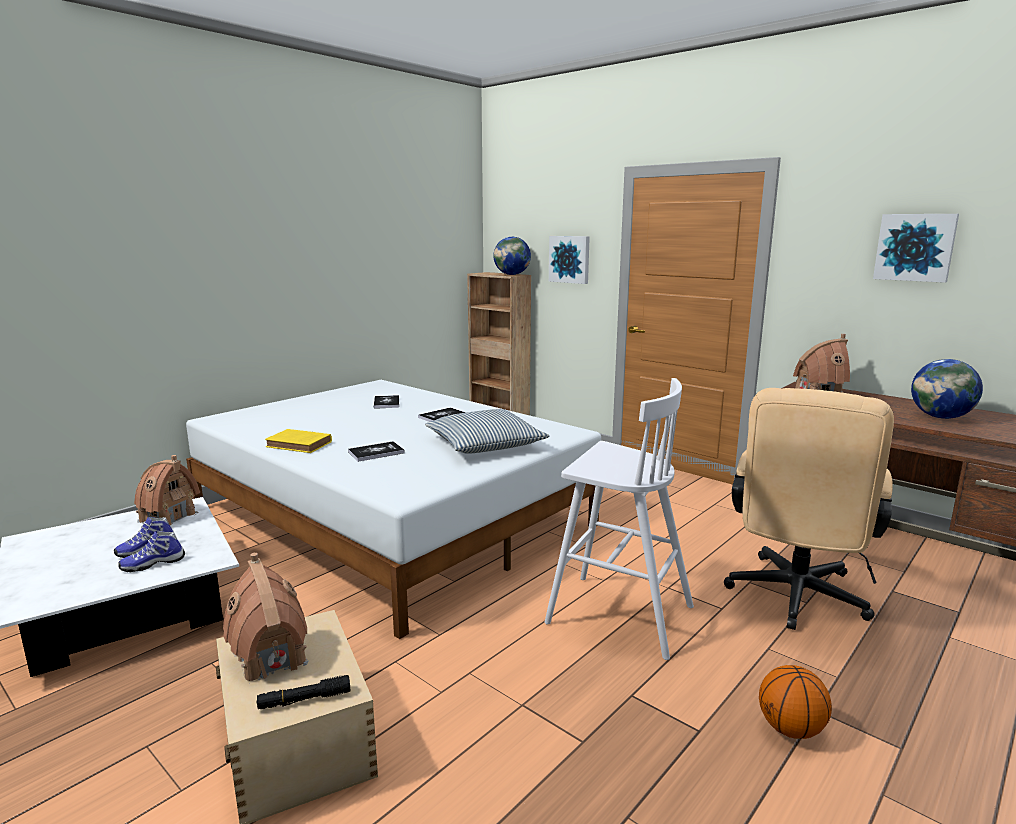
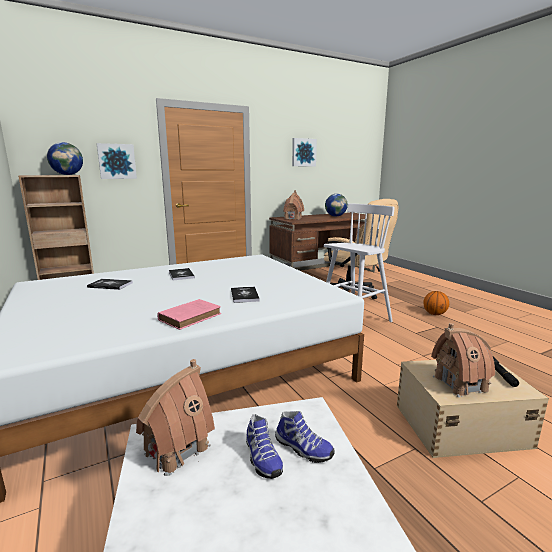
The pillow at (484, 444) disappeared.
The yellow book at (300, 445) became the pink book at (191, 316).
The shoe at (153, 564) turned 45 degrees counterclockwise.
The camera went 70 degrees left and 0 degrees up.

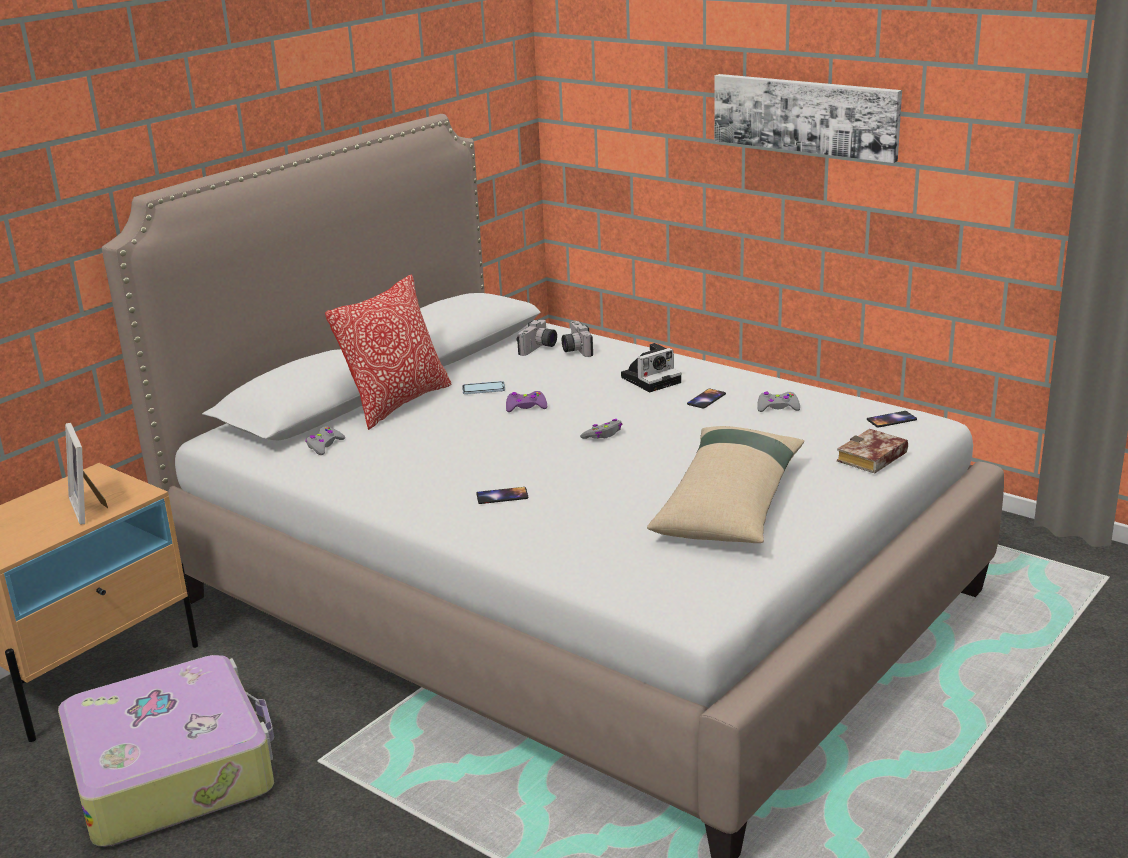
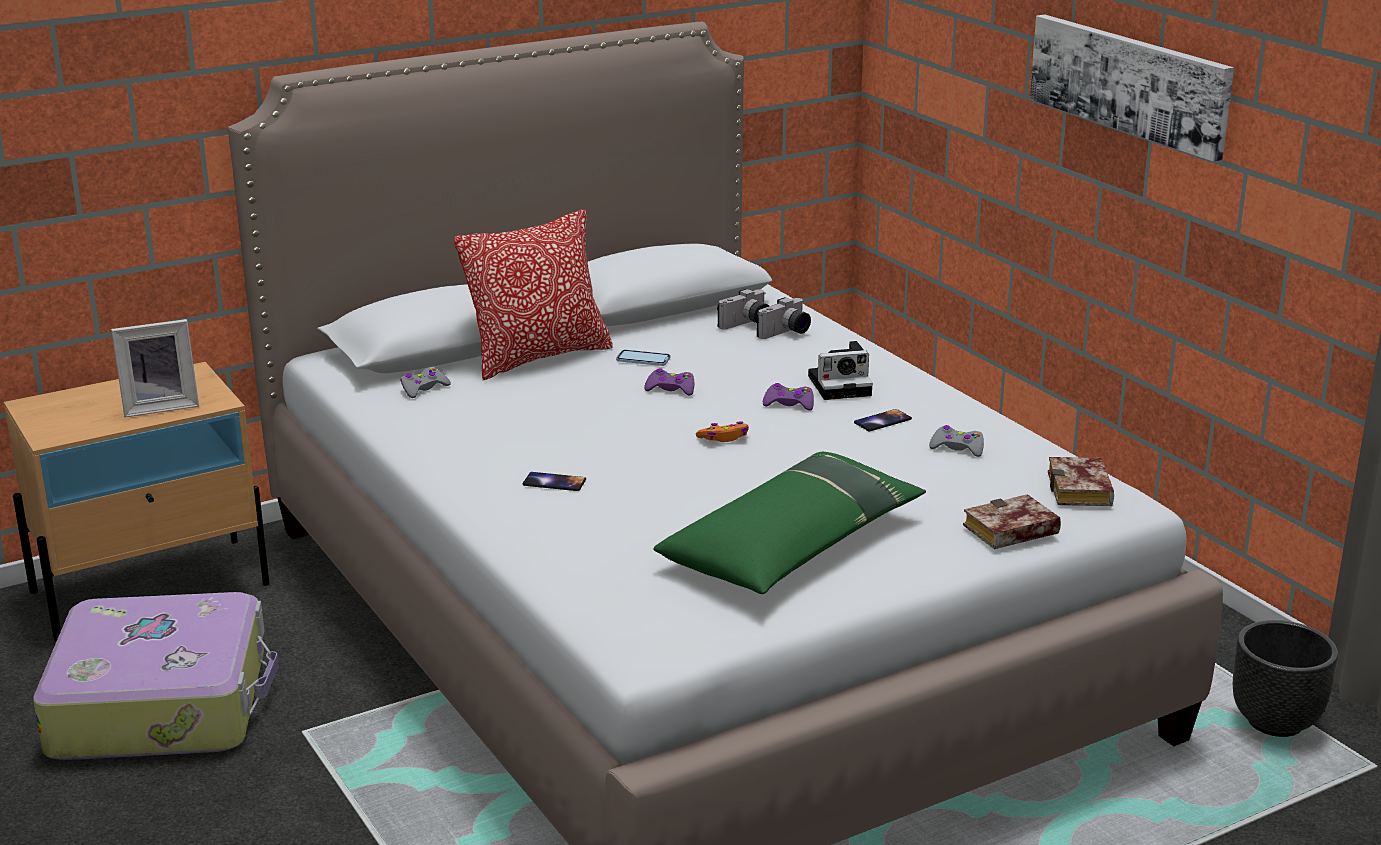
The photo camera at (575, 350) turned 135 degrees counterclockwise.
The phone at (891, 420) was replaced by the book at (1082, 491).
The grey game controller at (603, 435) became the orange game controller at (724, 438).
The picture frame at (90, 507) turned 105 degrees counterclockwise.
The beige pillow at (730, 503) became the green pillow at (794, 545).
The purple game controller at (789, 404) appeared.
The black planter at (1276, 723) appeared.
The camera went 20 degrees right and 0 degrees up.

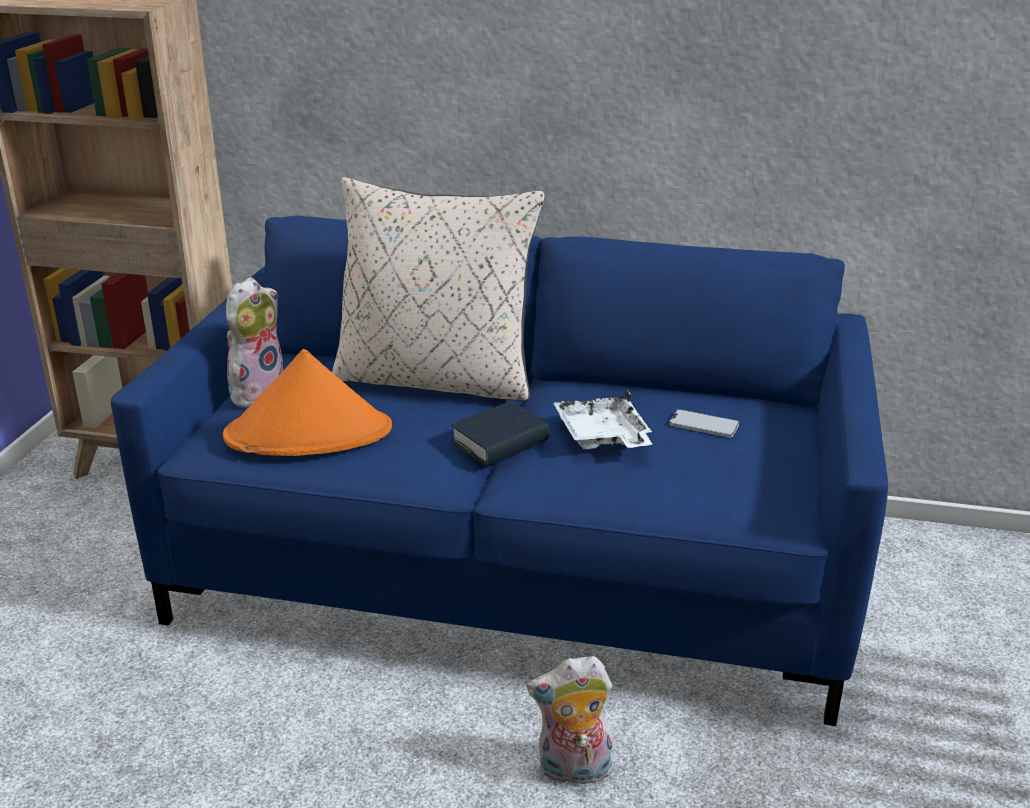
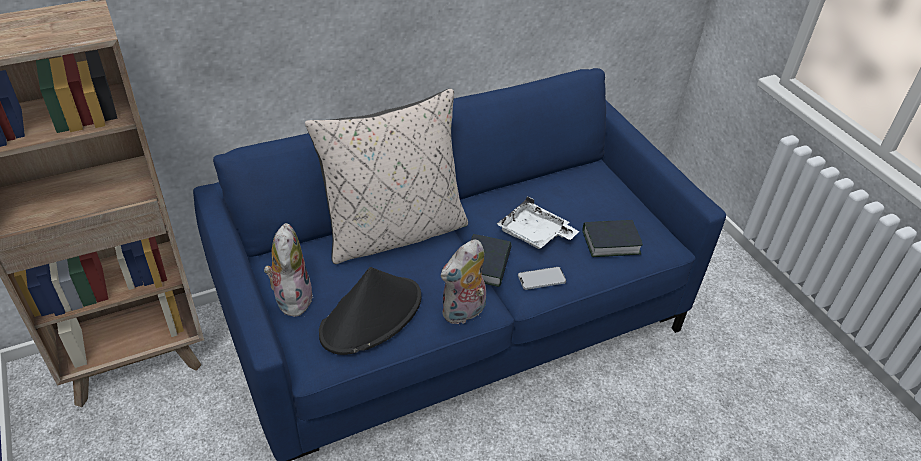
The orange hat at (309, 433) became the black hat at (372, 315).
The phone moved from (704, 425) to (541, 279).
The plush toy moved from (573, 771) to (464, 313).
The book at (610, 242) appeared.
The camera went 40 degrees left and 15 degrees up.

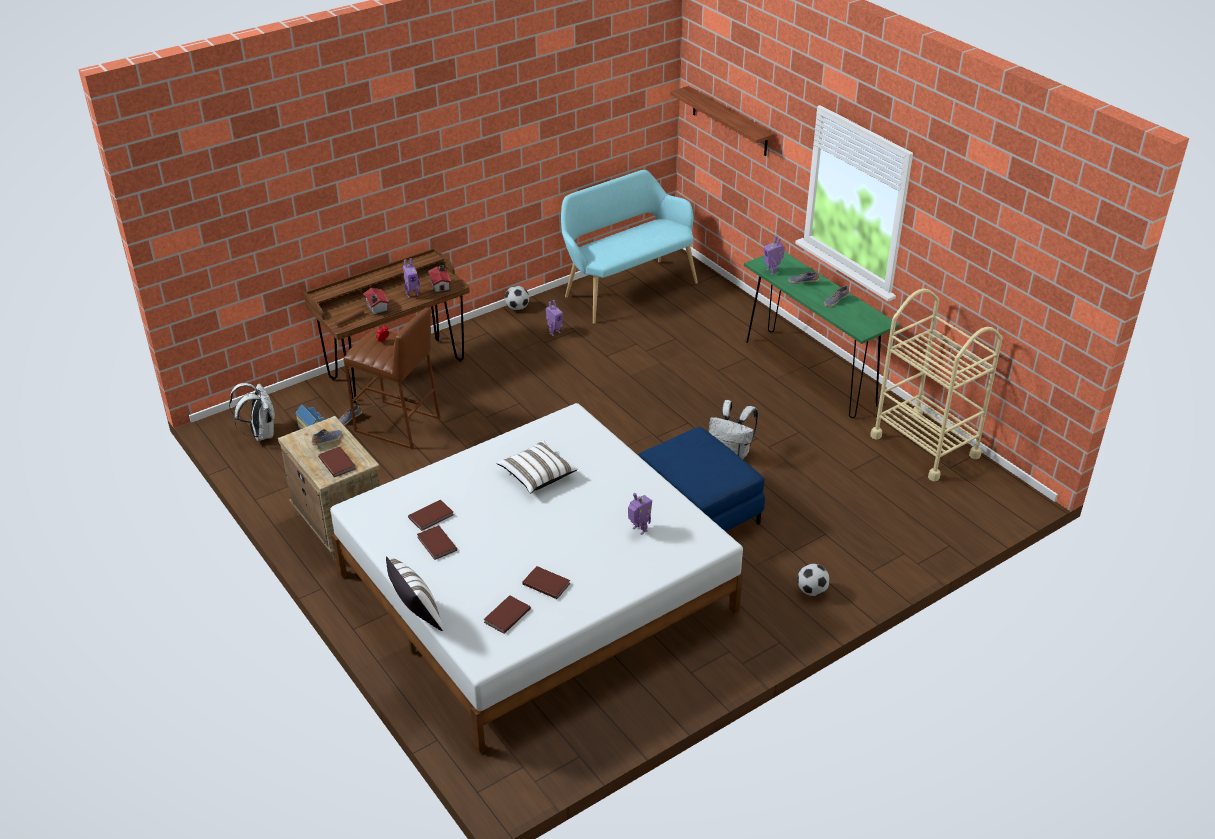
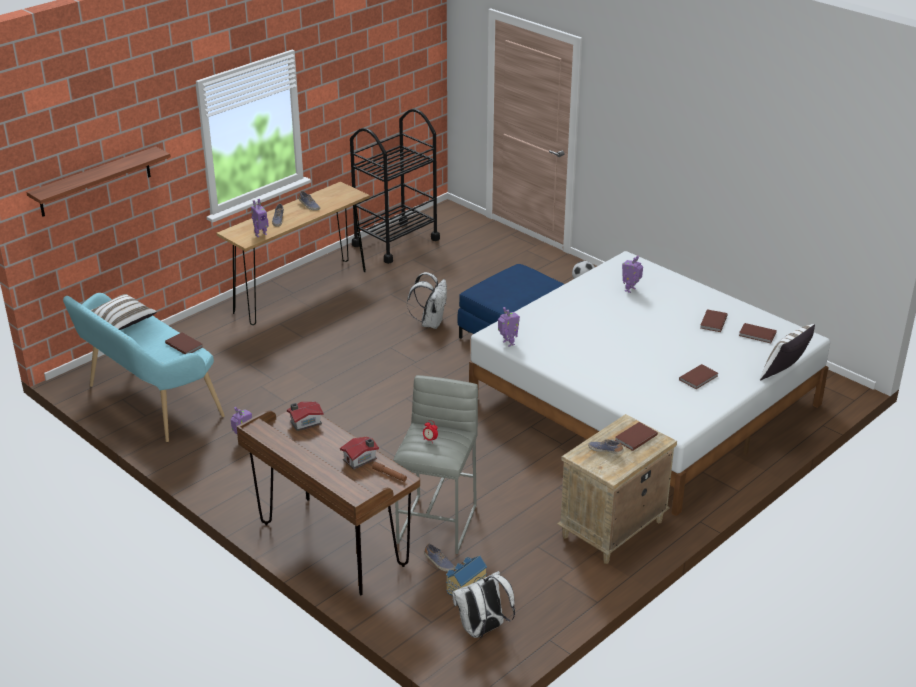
The green console table at (809, 373) became the brown console table at (300, 292).
The toy robot moved from (412, 294) to (508, 343).
The football at (517, 308) disappeared.
The beige cart at (925, 446) became the black cart at (395, 242).
The brown stool at (397, 425) became the grey stool at (438, 523).
The white pillow moved from (537, 475) to (122, 322).
The brown book moved from (432, 516) to (184, 345).
The camera went 100 degrees left and 5 degrees down.

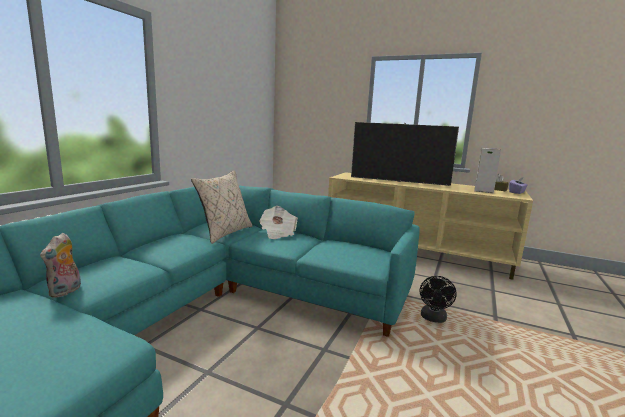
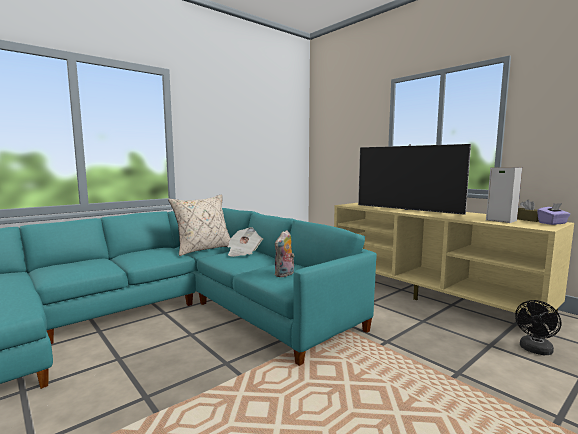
The plush toy moved from (66, 291) to (285, 274).
The black fan moved from (433, 319) to (535, 350).
The camera went 25 degrees right and 5 degrees down.

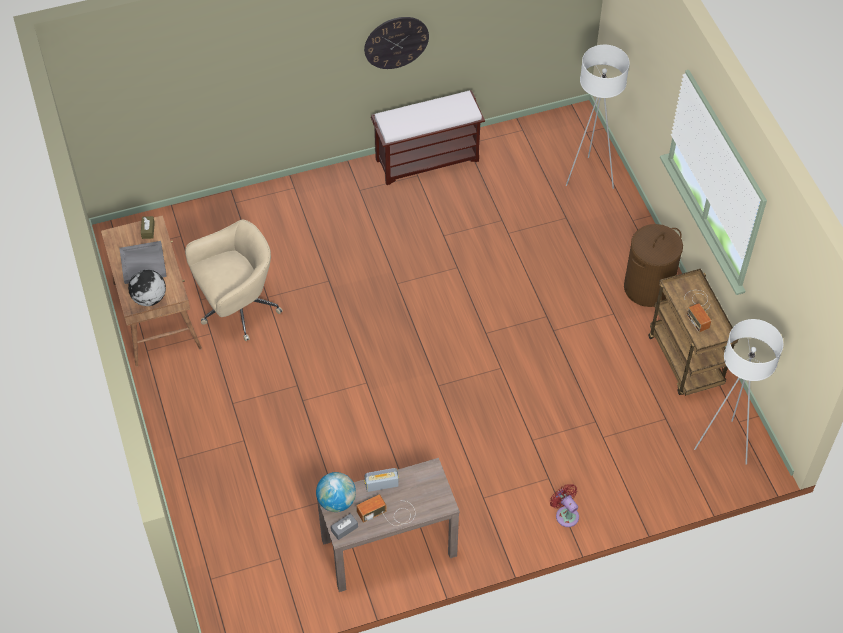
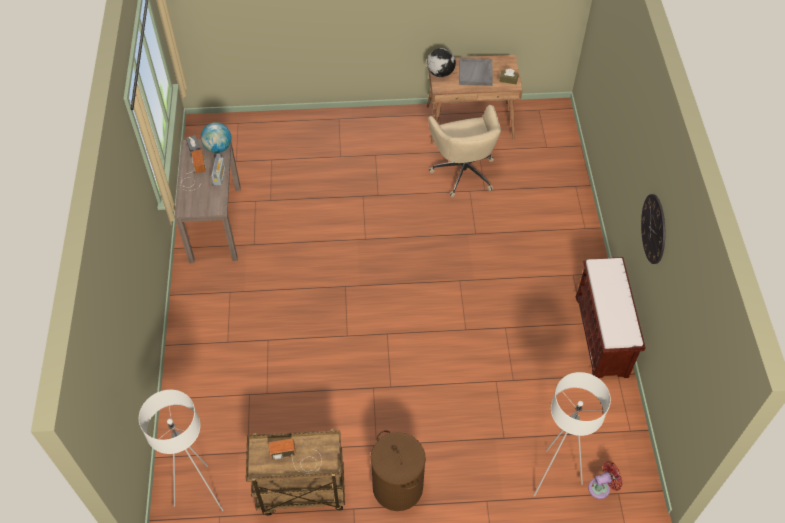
The red fan moved from (565, 514) to (601, 487).
The camera went 105 degrees right and 0 degrees up.

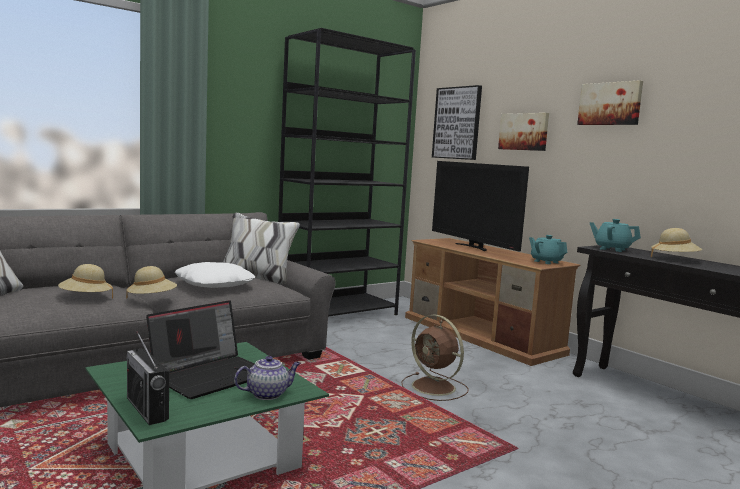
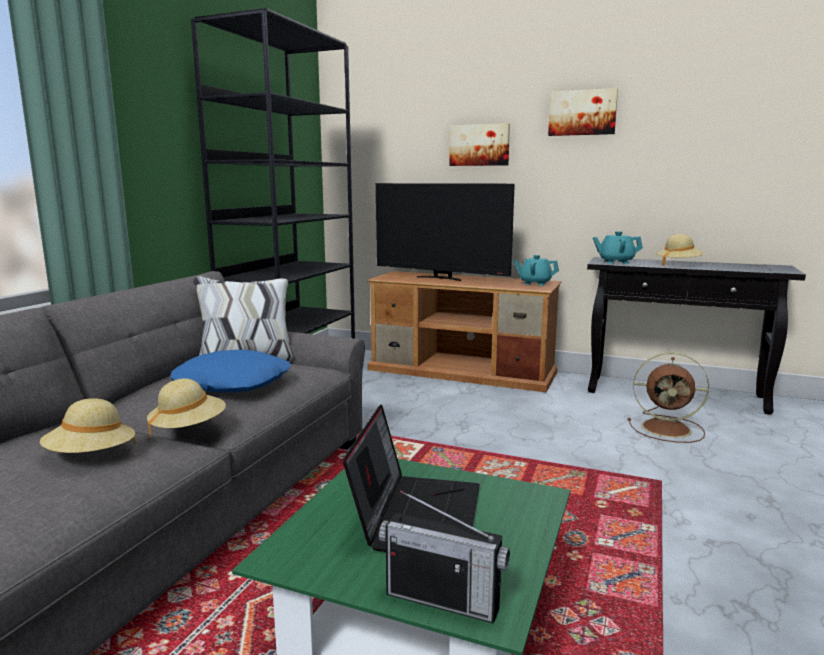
The picture at (457, 123) disappeared.
The white pillow at (215, 283) became the blue pillow at (233, 383).
The brown fan moved from (435, 387) to (668, 429).
The teapot at (268, 394) disappeared.
The camera went 30 degrees left and 5 degrees up.

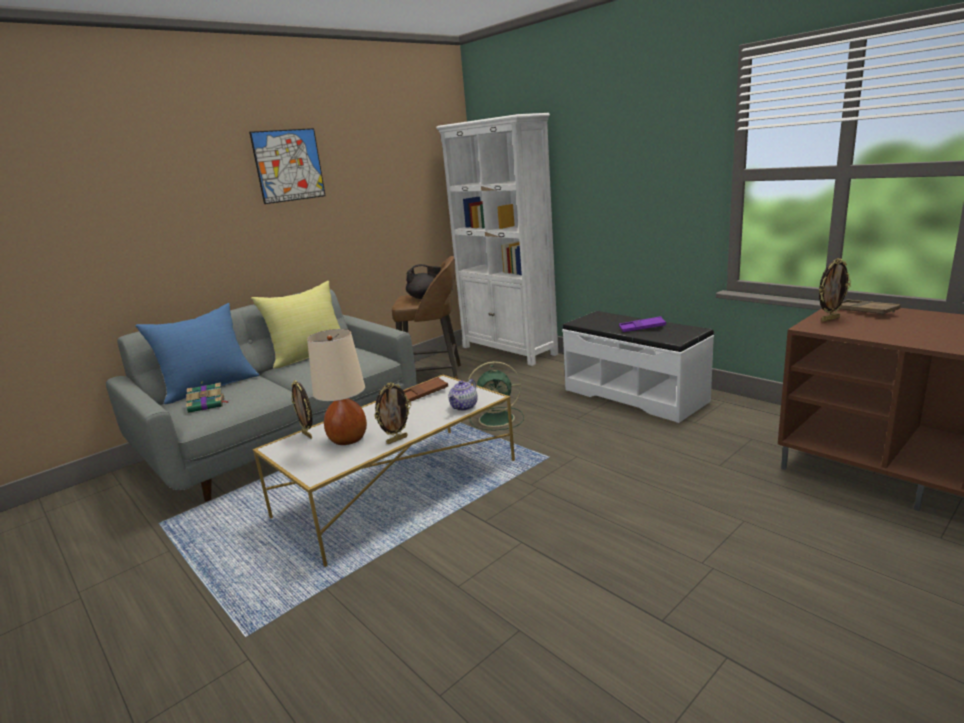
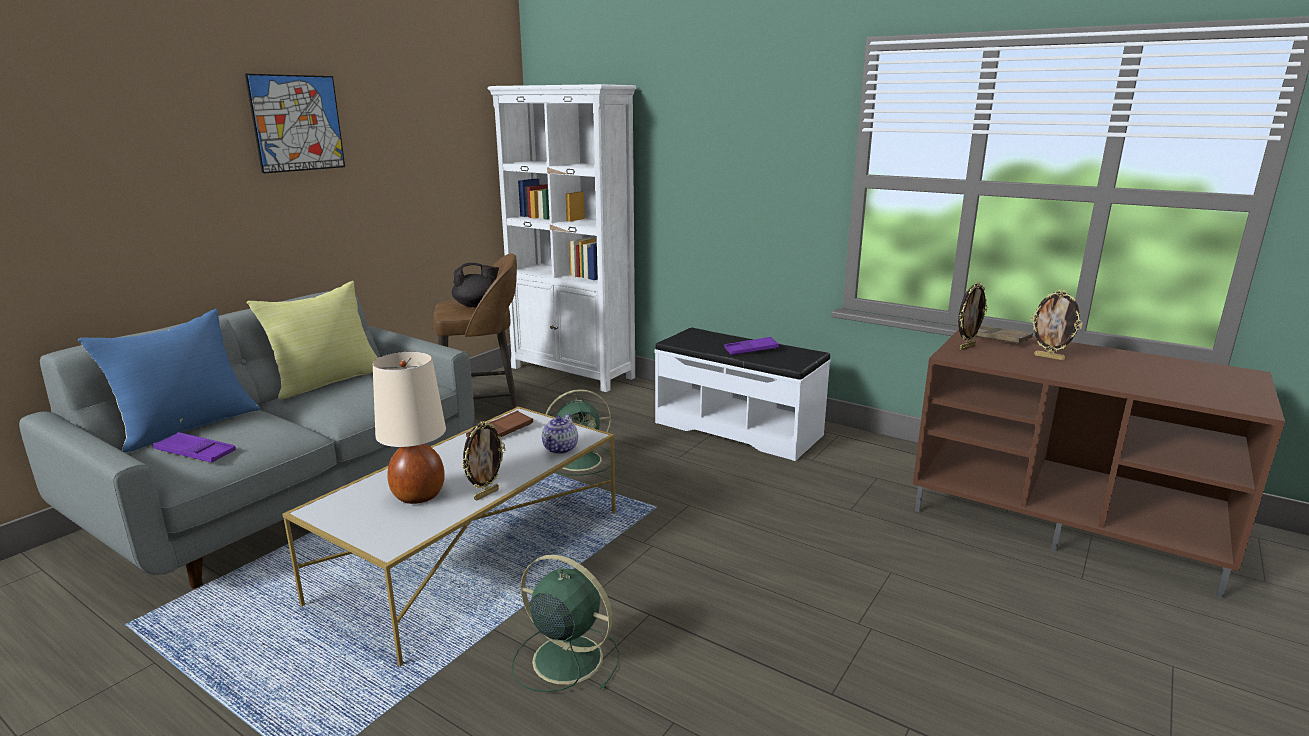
The picture frame moved from (308, 435) to (1049, 357).
The book at (208, 405) was replaced by the purple tray at (196, 453).
The green fan at (565, 658) appeared.
The camera went 15 degrees left and 0 degrees up.

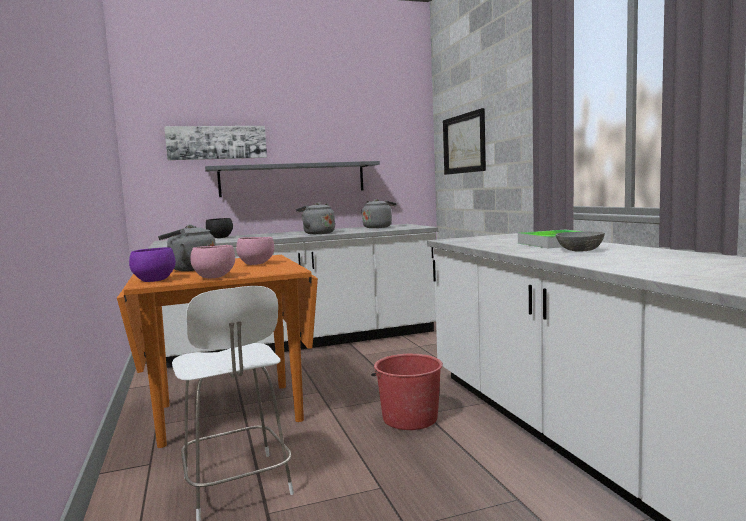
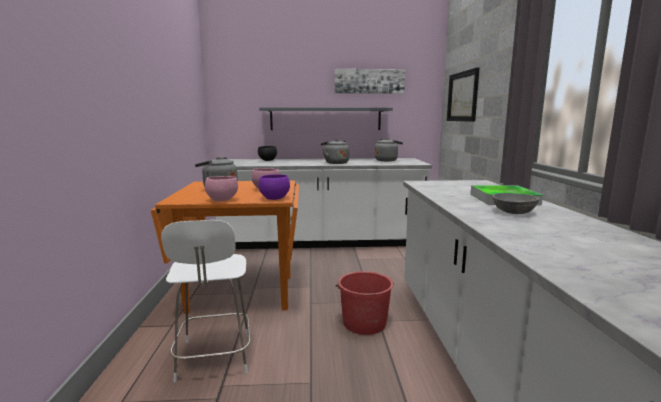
The picture moved from (217, 142) to (369, 81).
The purple bowl moved from (153, 280) to (273, 198).
The camera went 15 degrees right and 5 degrees up.

